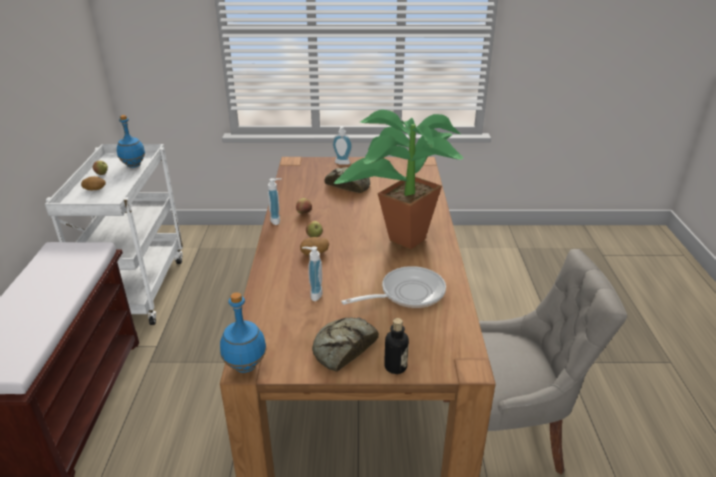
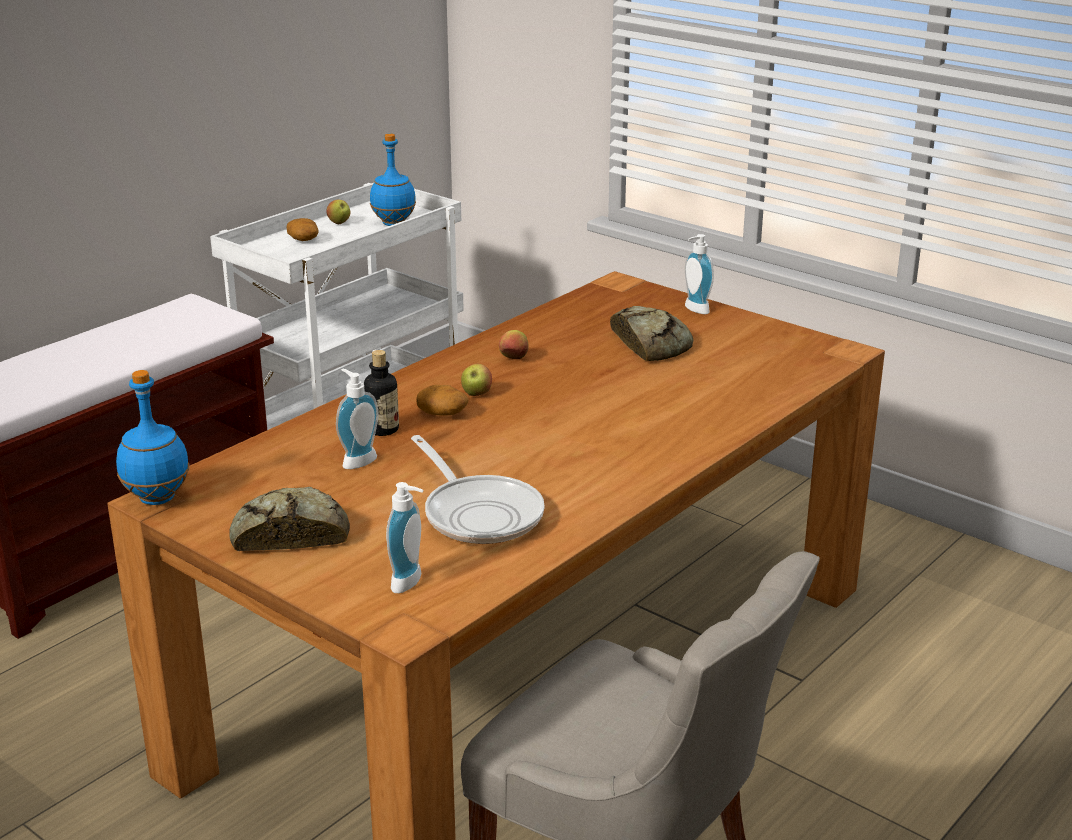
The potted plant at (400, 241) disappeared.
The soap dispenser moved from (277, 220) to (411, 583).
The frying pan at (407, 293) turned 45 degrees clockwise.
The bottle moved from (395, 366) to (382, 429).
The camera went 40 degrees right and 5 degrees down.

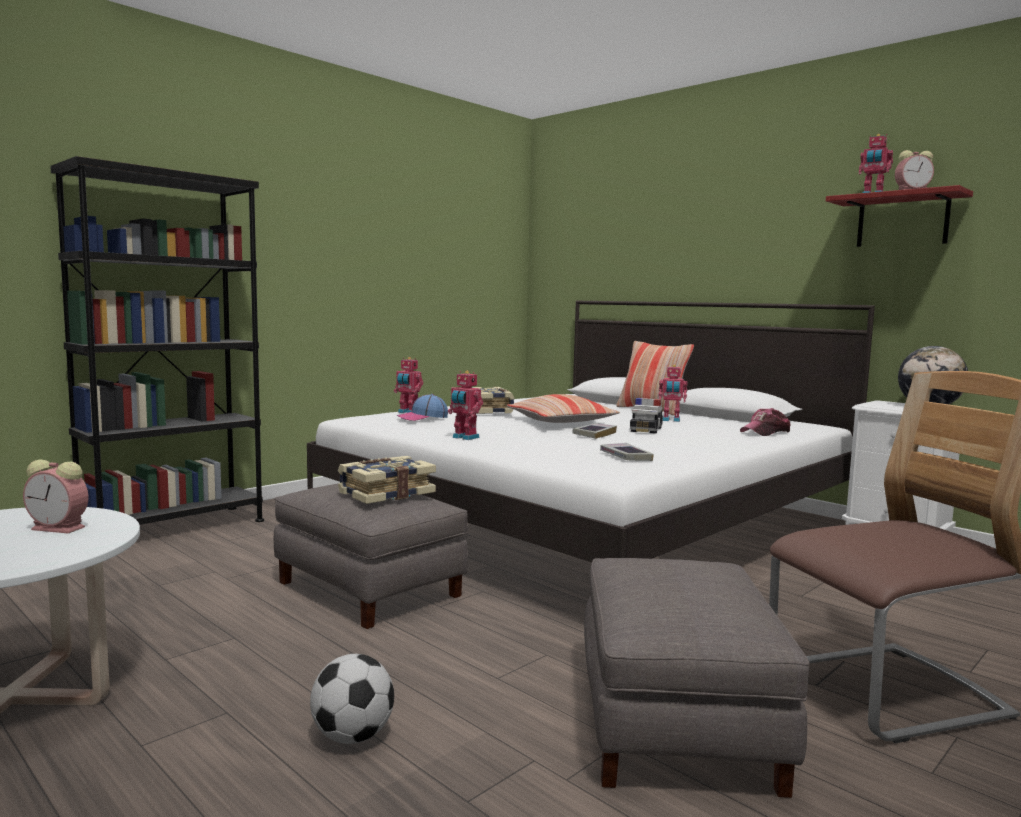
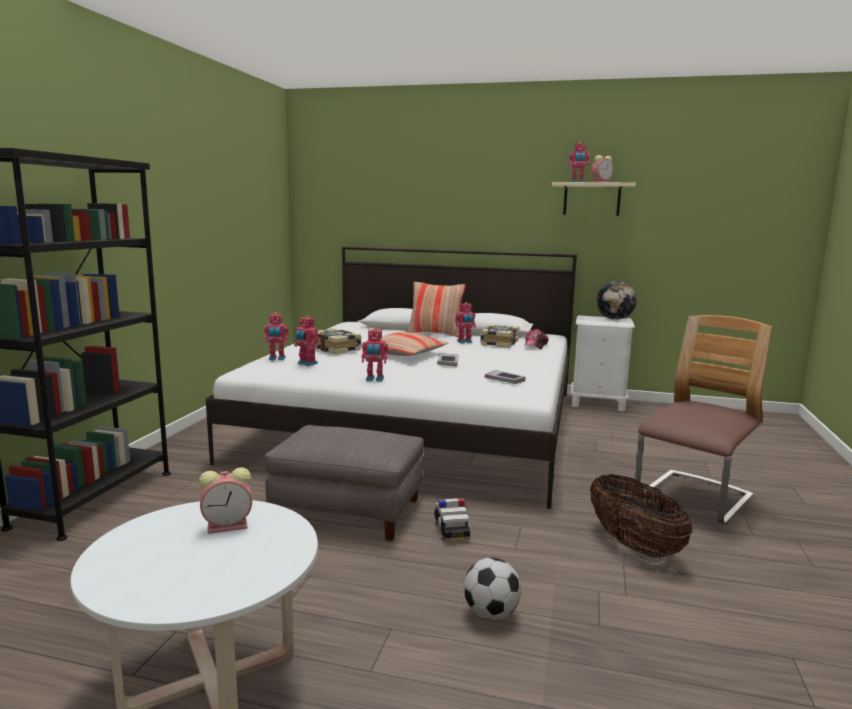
The red shelf at (902, 221) became the beige shelf at (591, 199).
The cap at (422, 417) was replaced by the toy robot at (306, 364).
The toy car moved from (646, 429) to (451, 530).
The book moved from (385, 493) to (498, 343).
The grey ottoman at (678, 723) was replaced by the basket at (633, 545).
The camera went 30 degrees left and 5 degrees up.

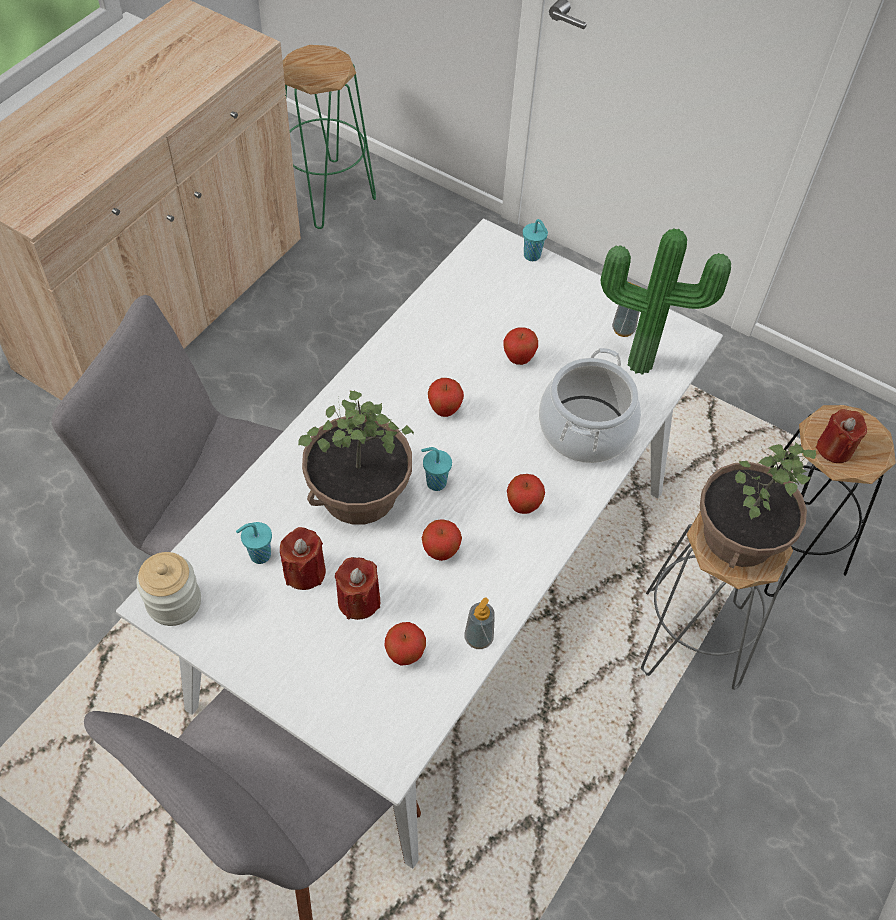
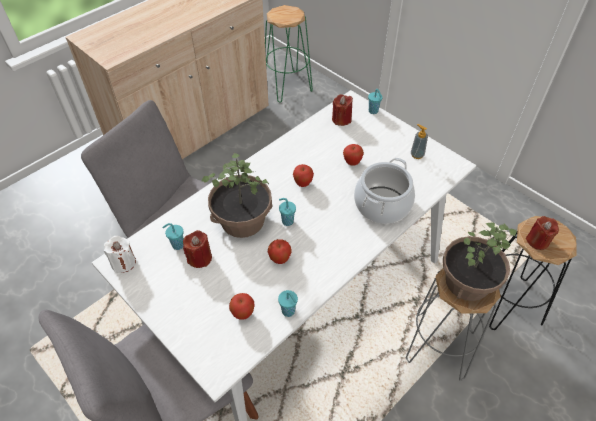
The potted plant at (640, 360) disappeared.
The apple at (523, 506) disappeared.
The jar at (174, 602) was replaced by the white candle at (123, 263).
The red candle moved from (359, 600) to (341, 119).
The soap dispenser at (478, 638) was replaced by the turquoise cup at (289, 311).
The camera went 15 degrees right and 5 degrees down.

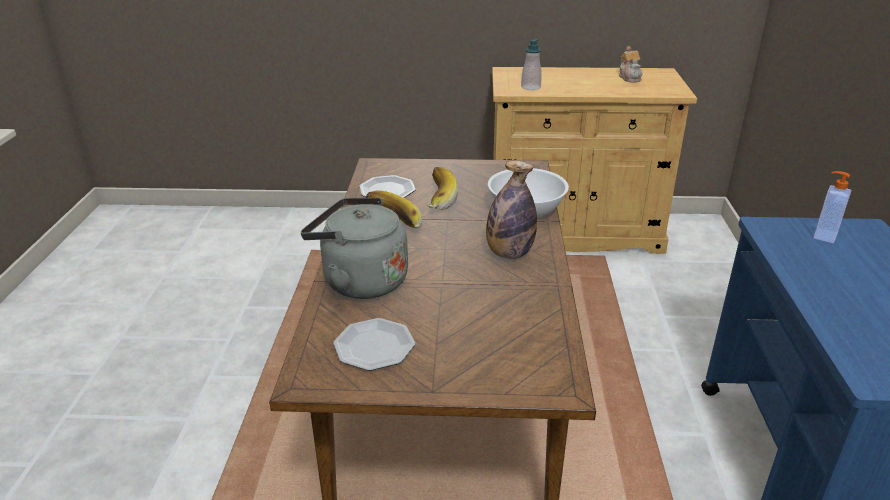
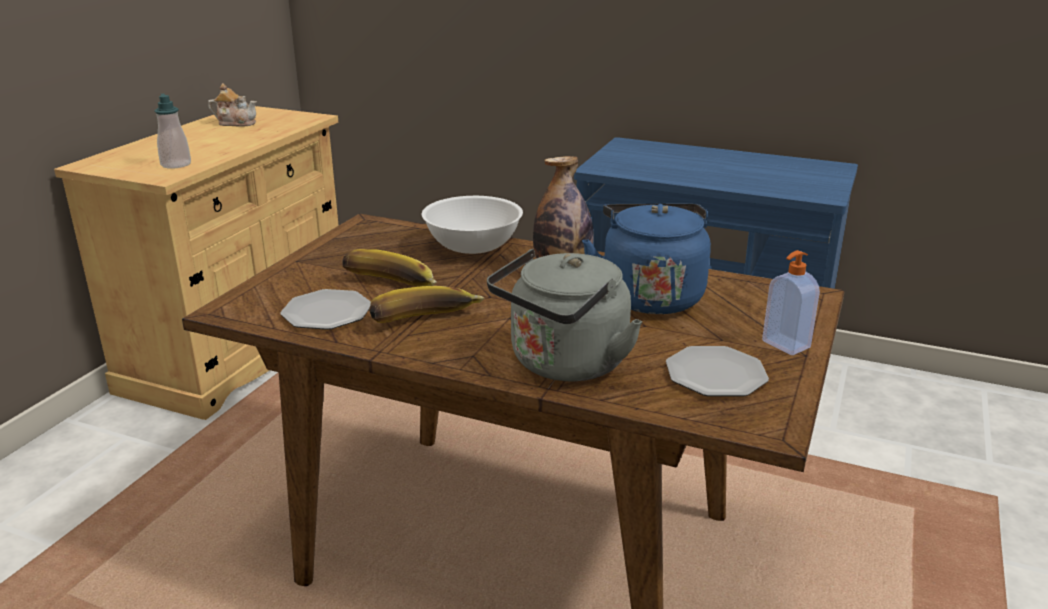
The soap dispenser moved from (824, 235) to (785, 345).
The blue kettle at (650, 295) appeared.
The camera went 70 degrees left and 5 degrees down.

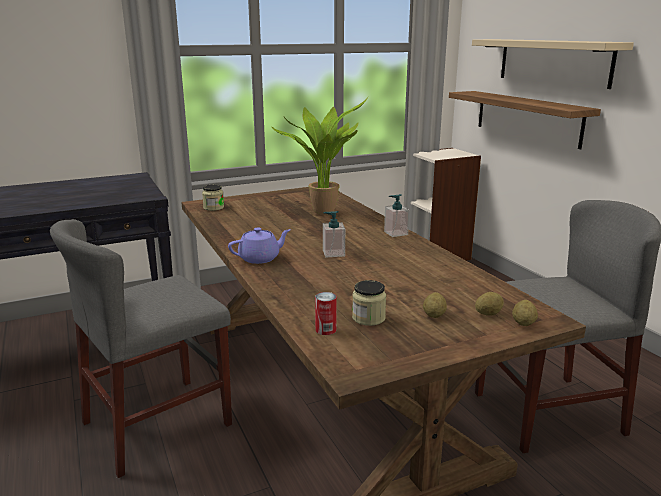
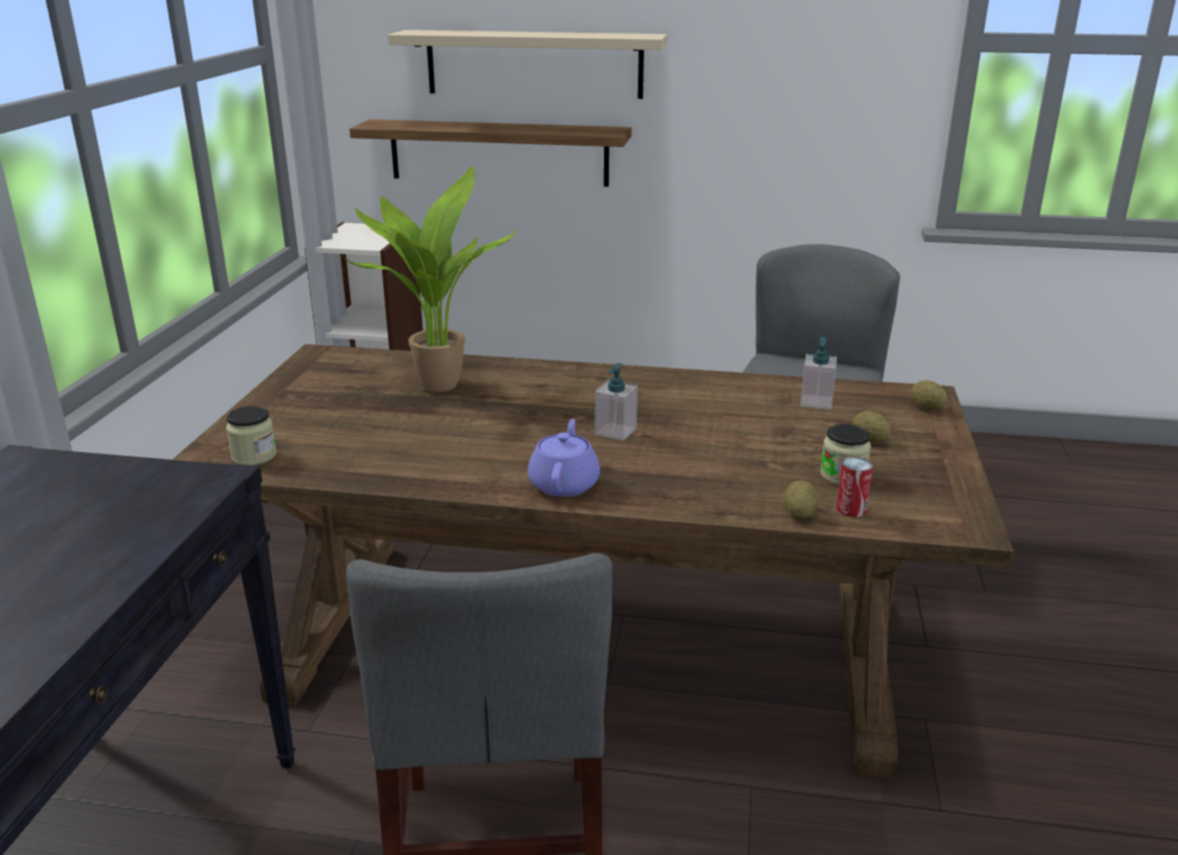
The soap dispenser moved from (395, 233) to (816, 402).
The potato moved from (488, 314) to (799, 514).
The camera went 55 degrees left and 5 degrees up.

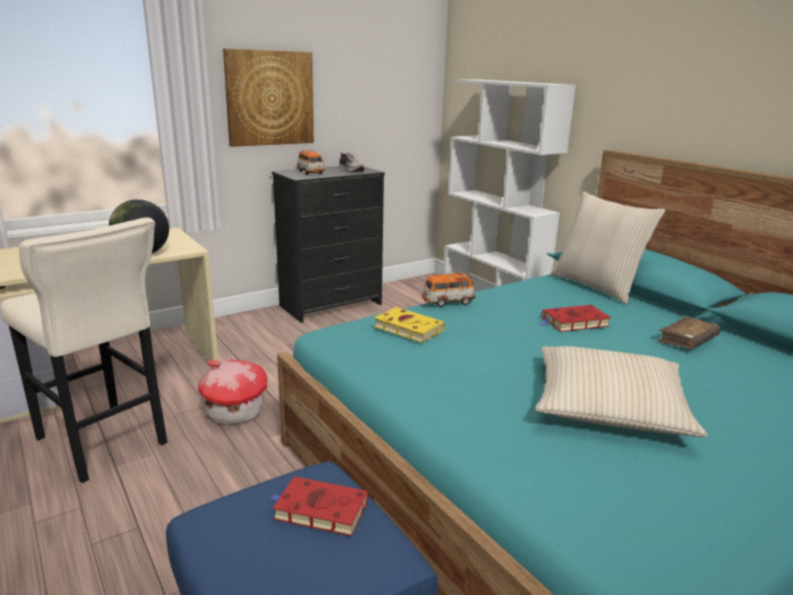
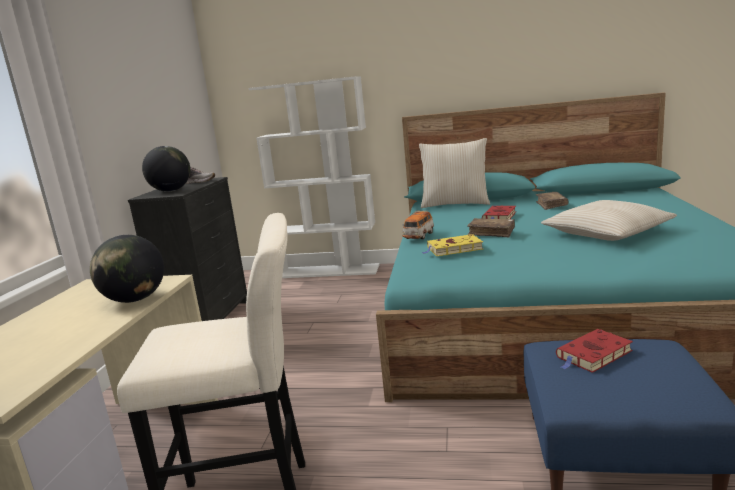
The picture at (269, 98) disappeared.
The toy car at (311, 173) was replaced by the globe at (171, 191).
The toy house at (233, 412) disappeared.
The brown book at (491, 233) appeared.
The camera went 45 degrees left and 5 degrees down.

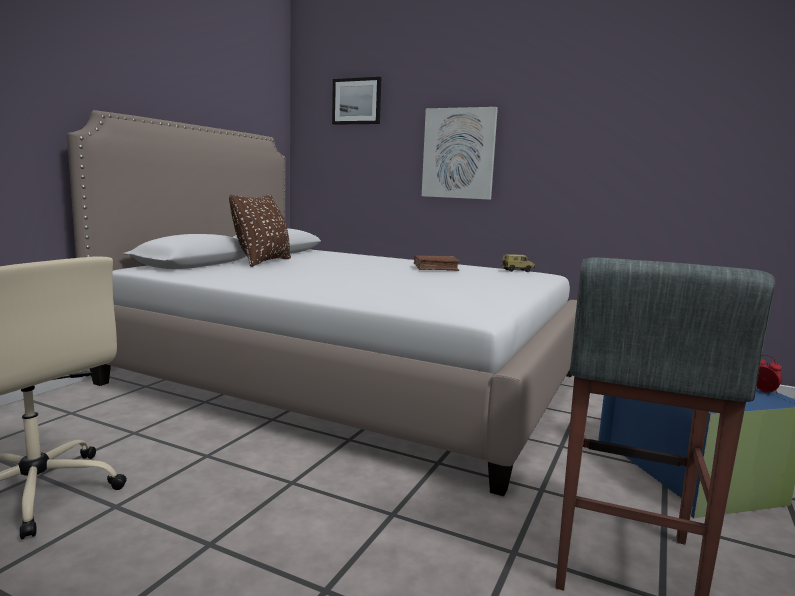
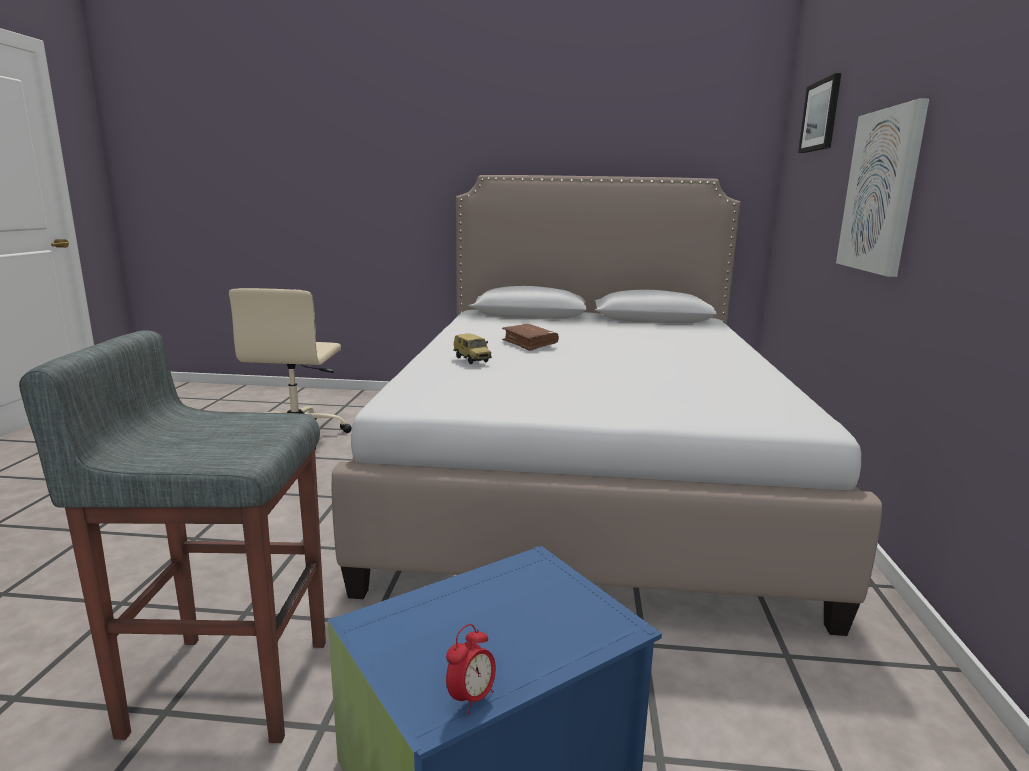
The brown pillow at (263, 262) disappeared.
The toy car moved from (517, 271) to (473, 360).
The brown book moved from (436, 268) to (529, 344).
The camera went 70 degrees right and 5 degrees up.

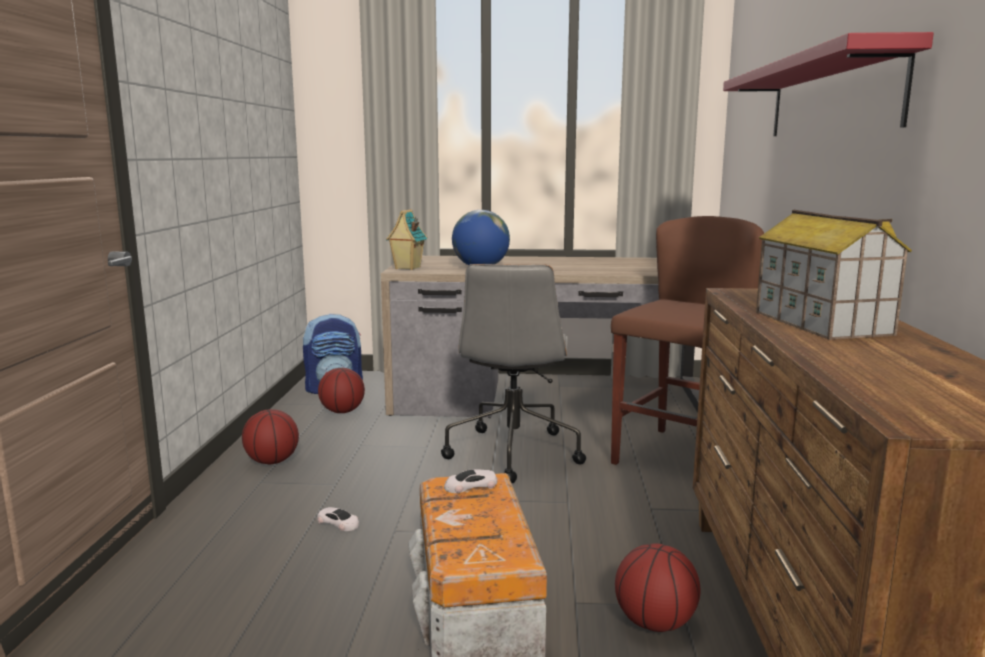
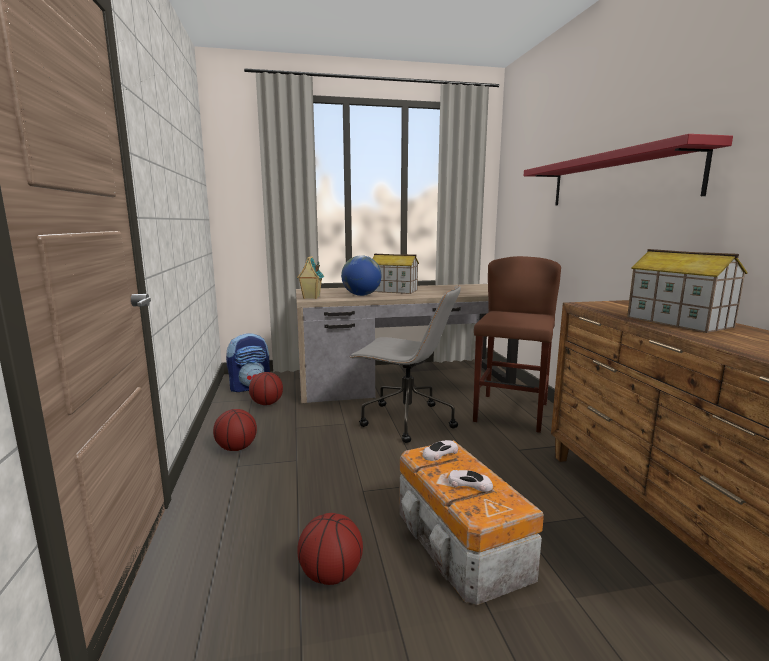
The grey office chair at (513, 452) turned 60 degrees counterclockwise.
The white toy car moved from (339, 523) to (470, 484).
The basketball moved from (655, 623) to (331, 575).
The toy house at (394, 291) appeared.
The camera went 15 degrees left and 0 degrees up.

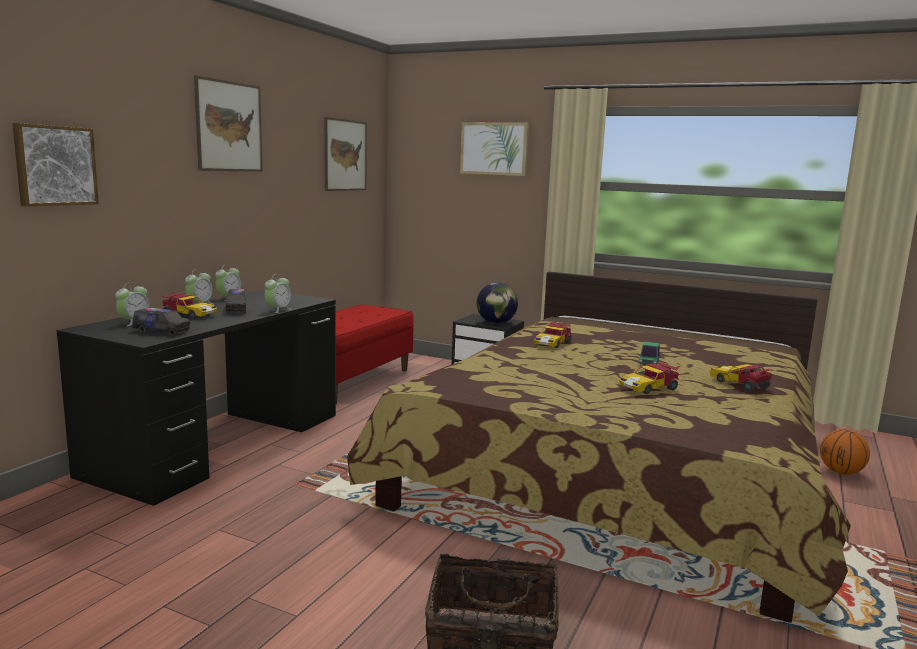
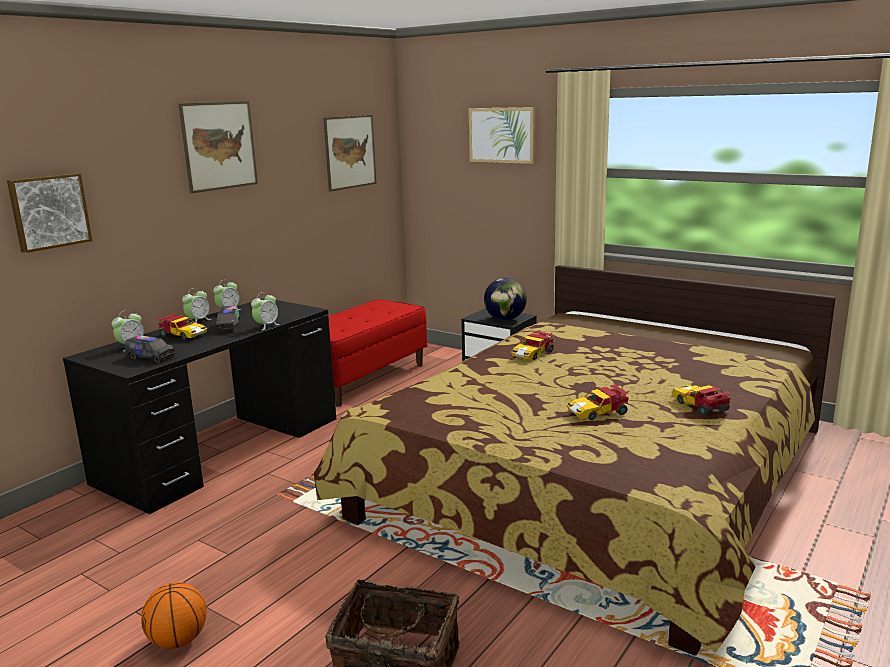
The toy car at (649, 363) disappeared.
The basketball moved from (840, 472) to (178, 640).
The camera went 10 degrees right and 5 degrees up.

